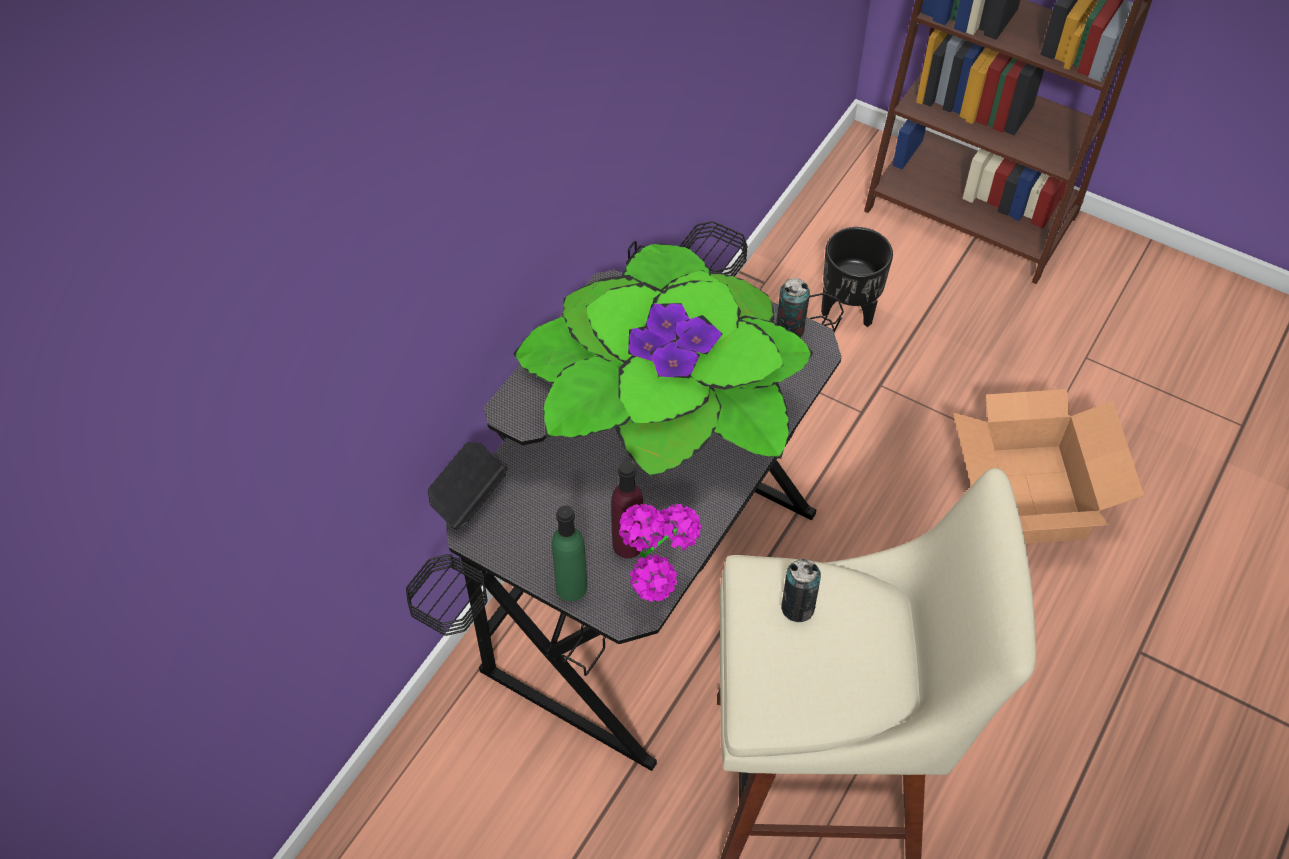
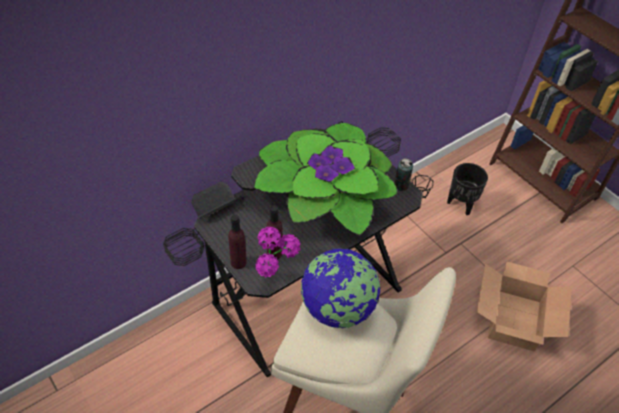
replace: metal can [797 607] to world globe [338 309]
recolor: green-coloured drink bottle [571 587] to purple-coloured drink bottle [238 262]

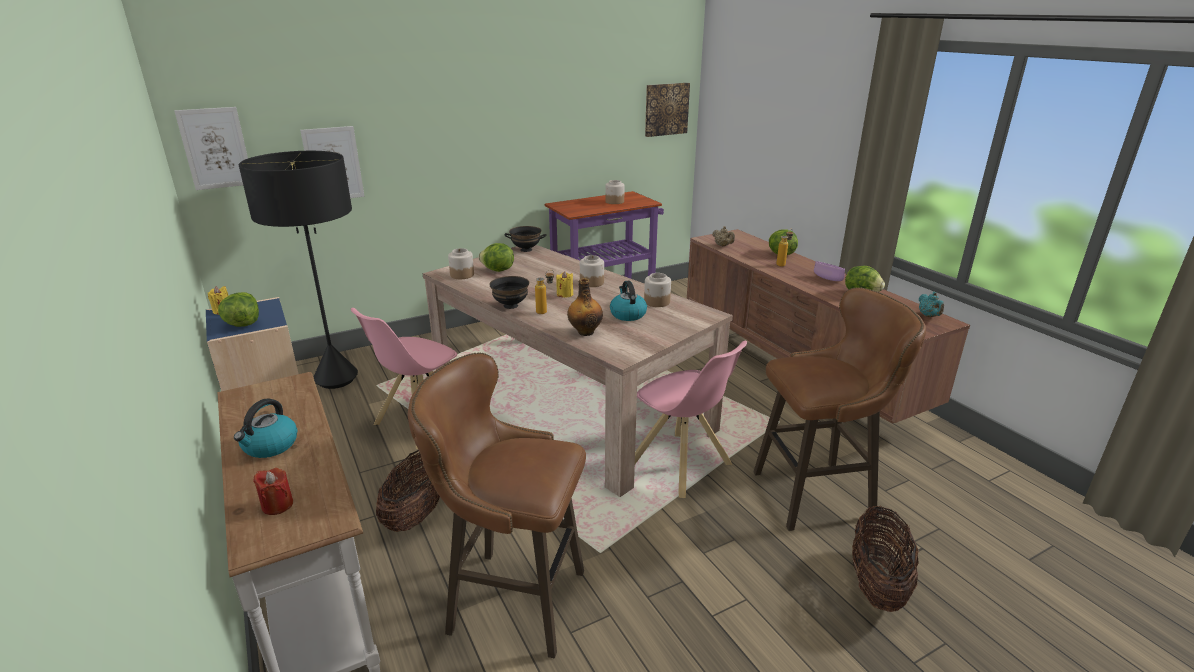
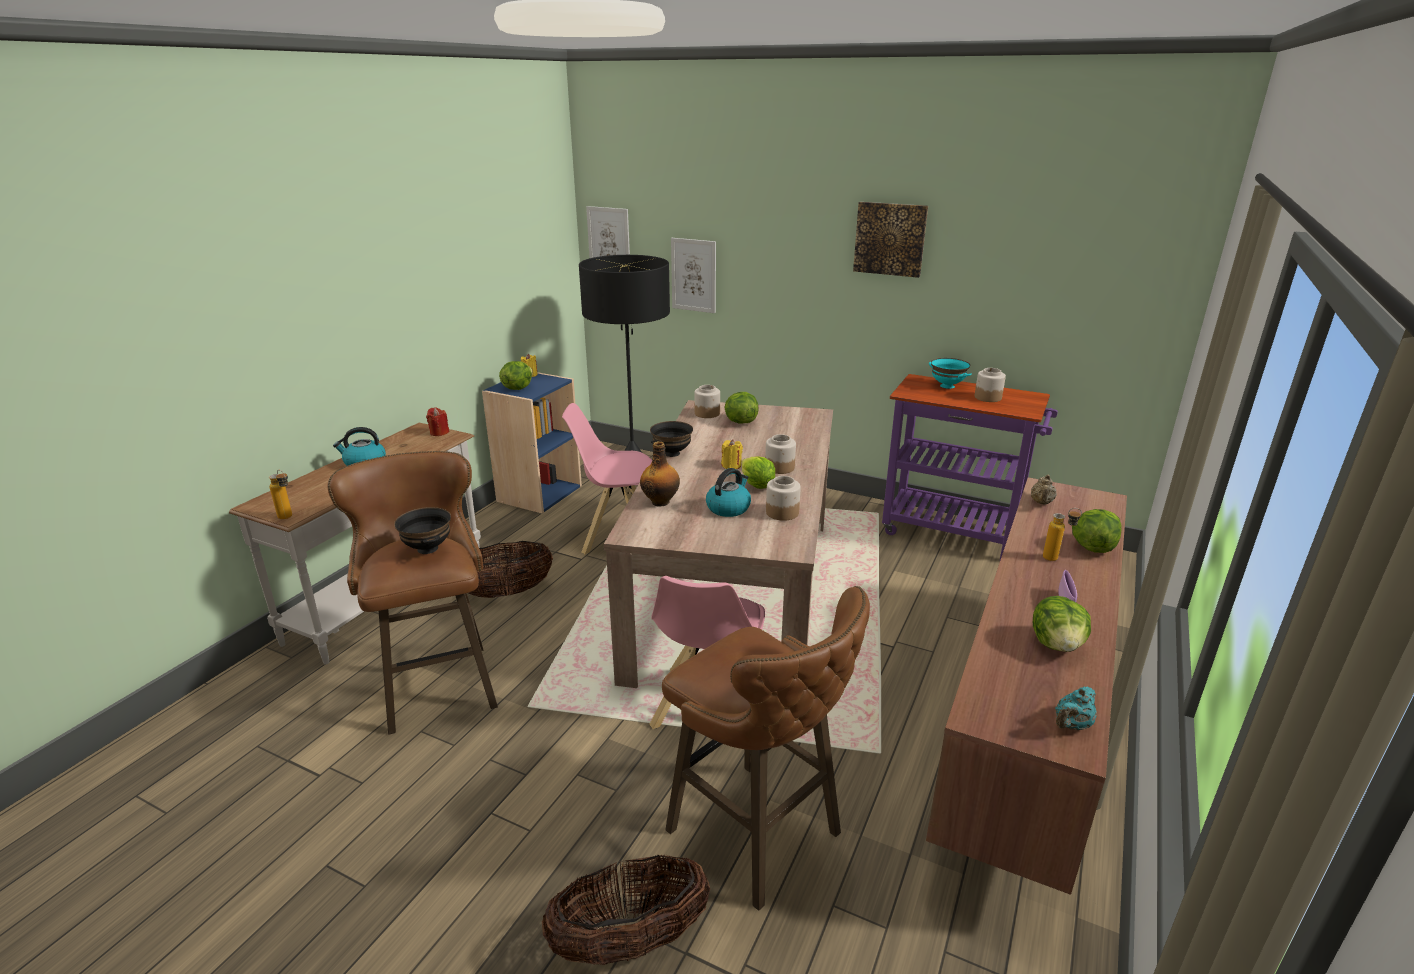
insert: blue-green bowl [947 386]; lettuce head [757 486]
move: wall art [666 109] to [890 239]; black bowl [526 250] to [427 549]; drink bottle [545 311] to [288 518]; reddish wax light [277 505] to [439 432]

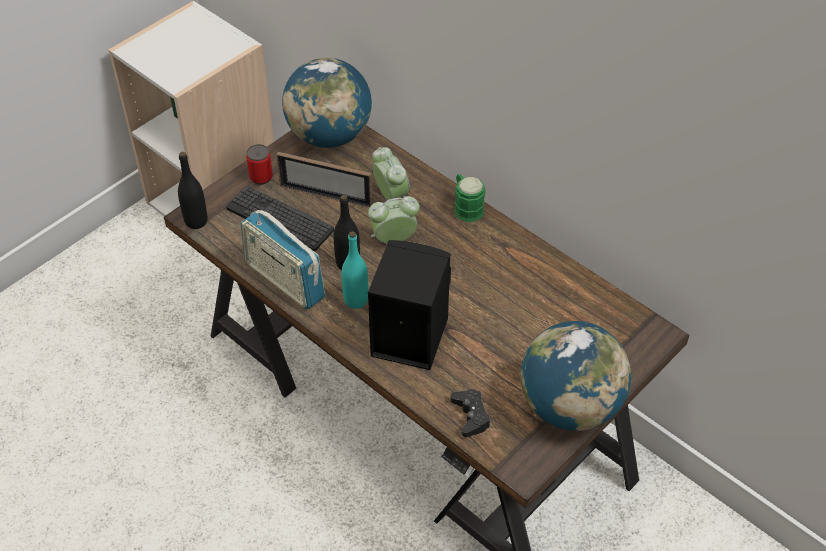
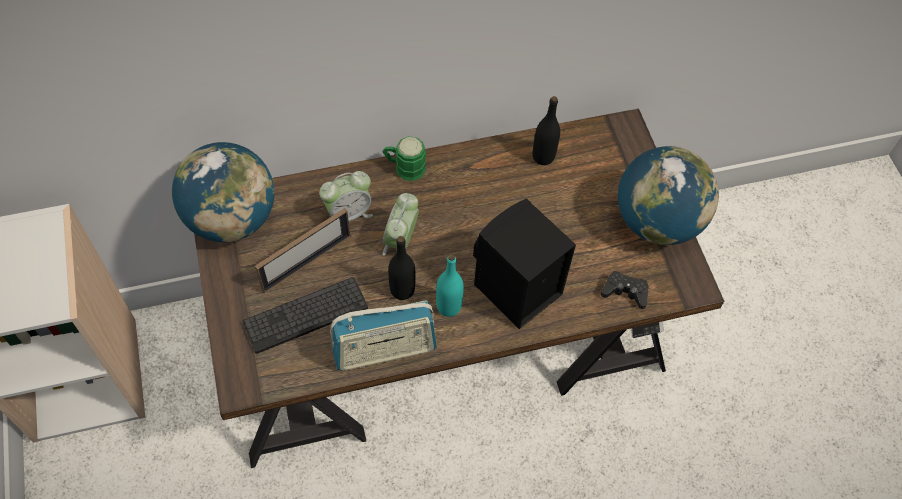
delete: metal can [261 177]
move: black drink bottle [196 221] to [543 157]
rotate: bedside clock [391 196] = [348 213] 150 degrees clockwise

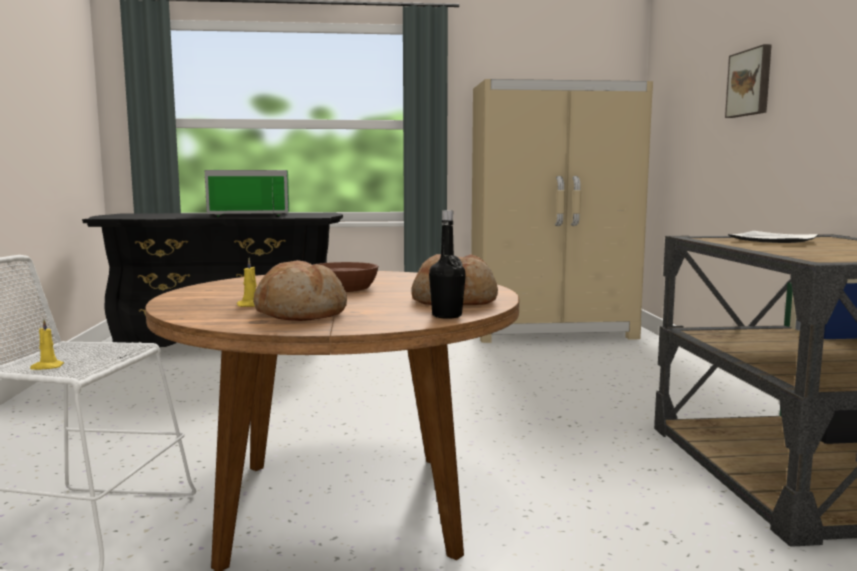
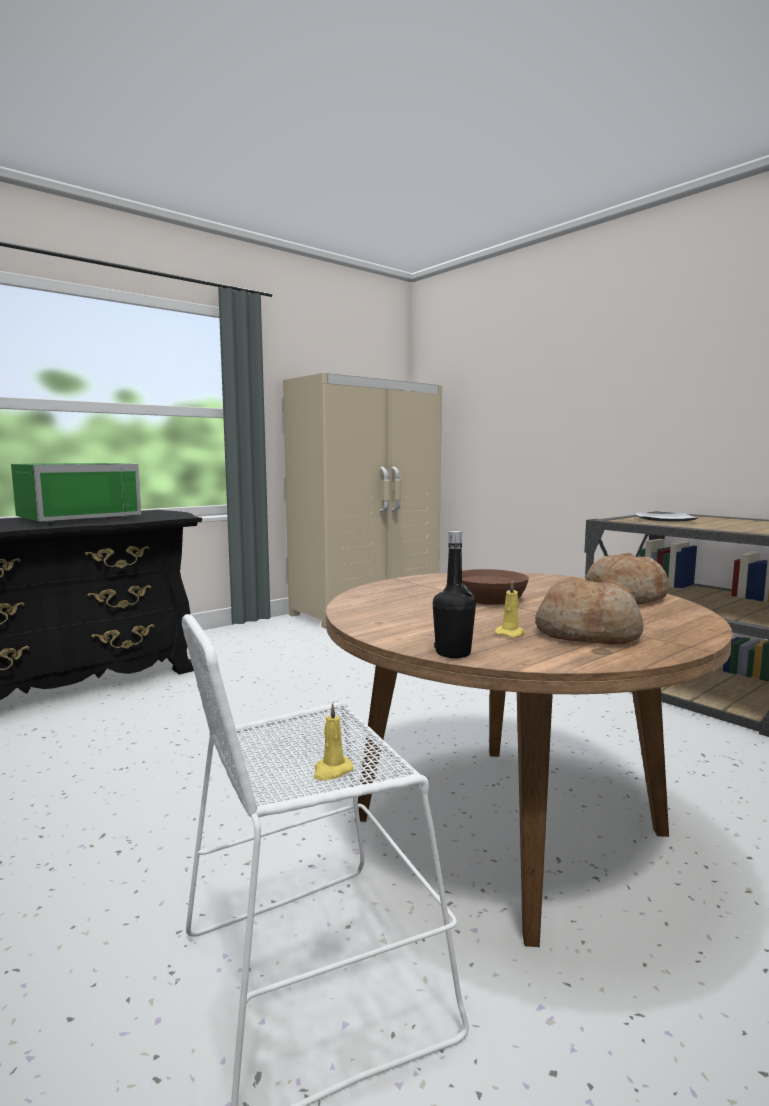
delete: wall art [750 83]
move: black drink bottle [447 315] to [453 653]

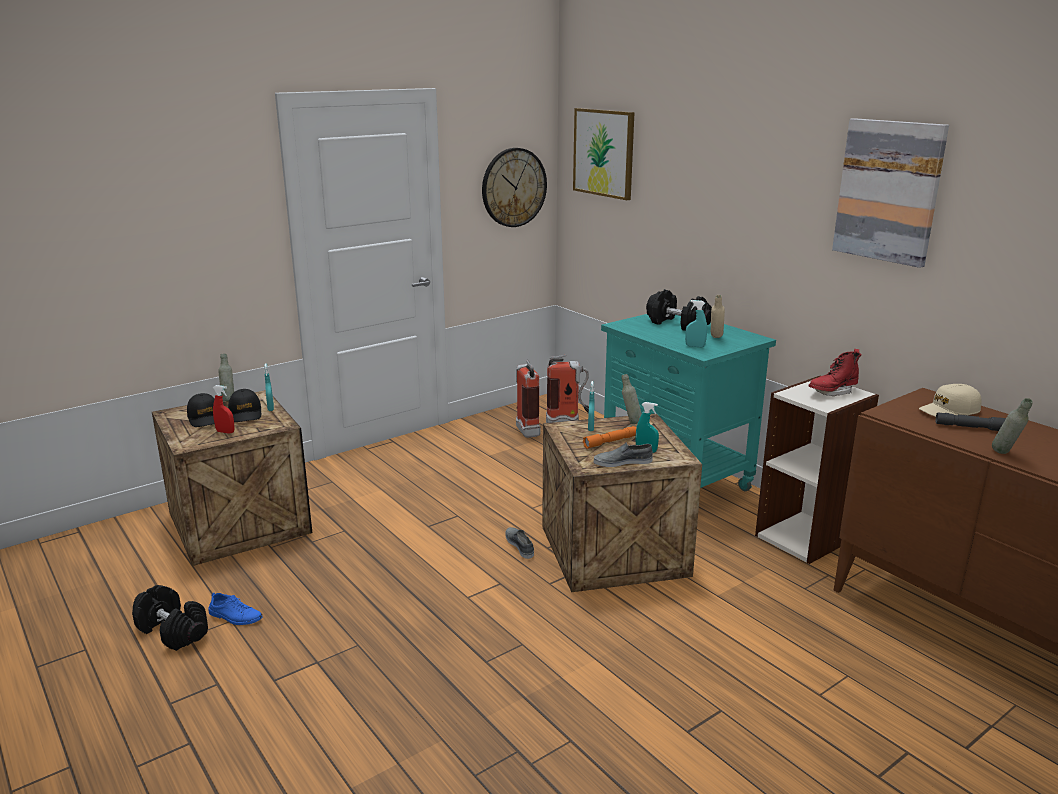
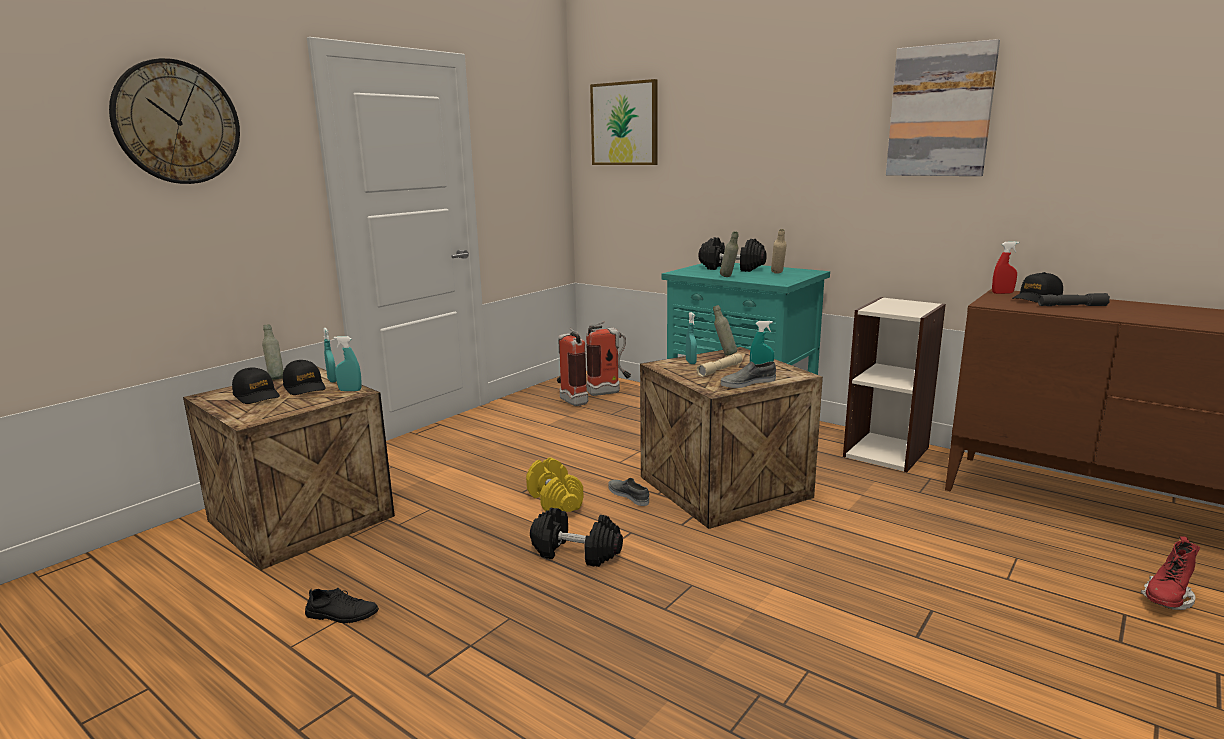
insert: yellow-coloured dumbbell [555 501]
move: clock on the wall [513 187] to [177 122]; blue-green sprayer [695 346] to [350 390]; reddish boot [832 392] to [1166 599]; reddish sprayer [225 432] to [1002 293]; greyish drink bottle [1005 455] to [729 277]; black dumbbell [173 631] to [577 552]
recolor: sand-coloured cap [949 411] to black cap [1037 299]; orange-coloured flashlight [610 442] to sand-coloured flashlight [720 370]; blue-coloured shoe [235 616] to black shoe [342 614]

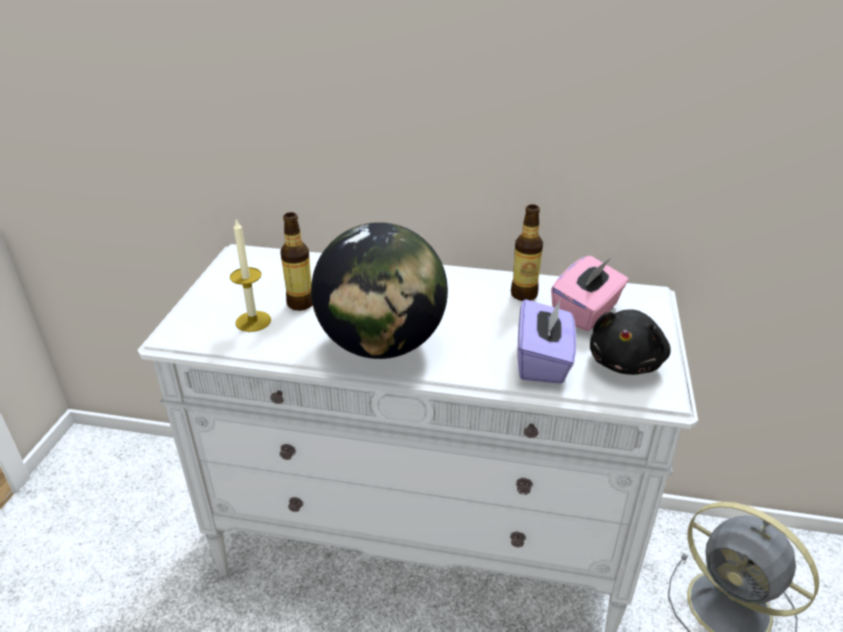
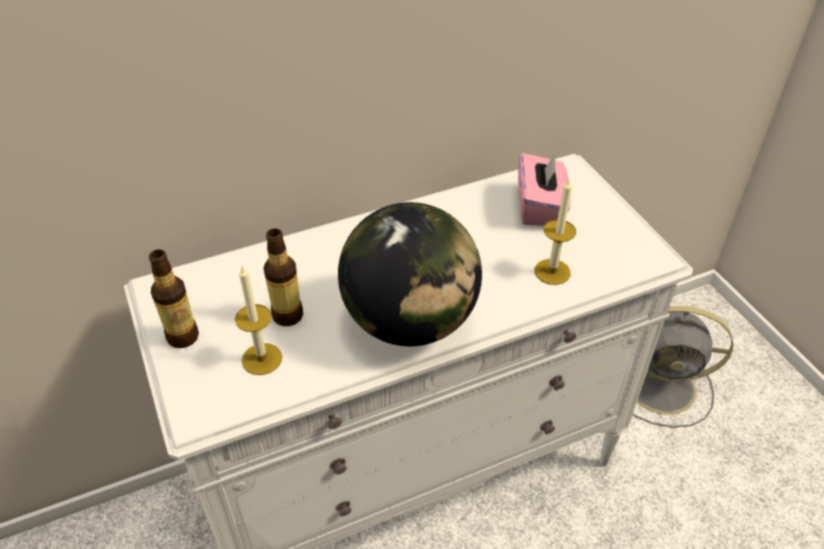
delete: black cuddly toy [626 362]
move: drink bottle [524 294] to [183 337]
replace: purple-coloured box of tissues [543 361] to wax light [552 272]

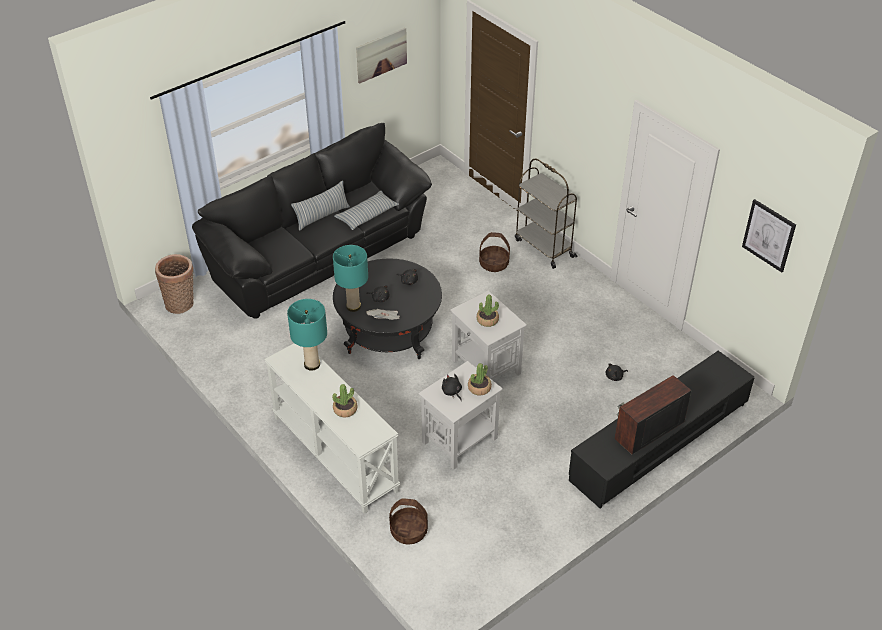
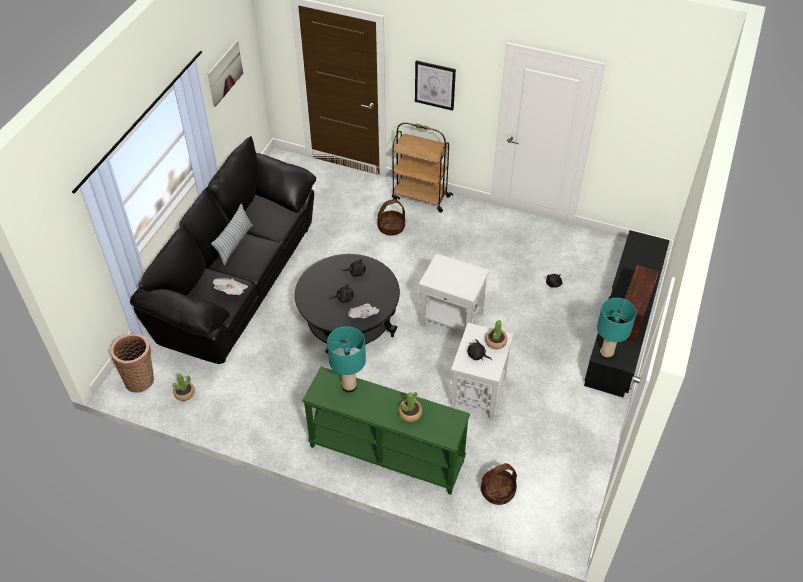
delete: pillow [367 215]
insert: daily paper [232 292]
move: wall art [769 235] to [435 85]; blue-green lamp for a table [353 306] to [606 353]; potted plant [487 320] to [184 393]
recolor: greyish cart [543 248] to brown-coloured cart [420 197]; white console table [333 454] to green-coloured console table [386 454]

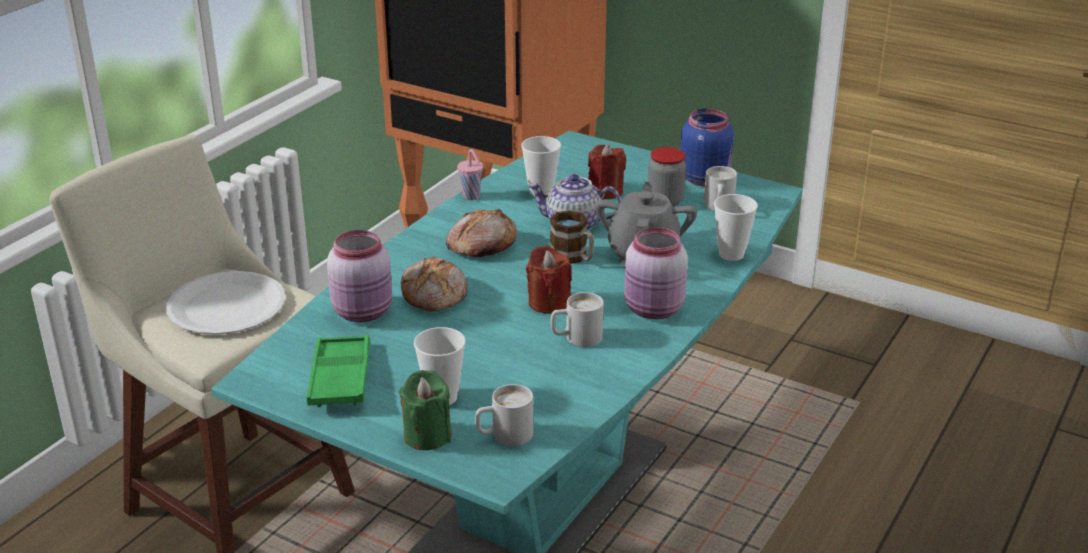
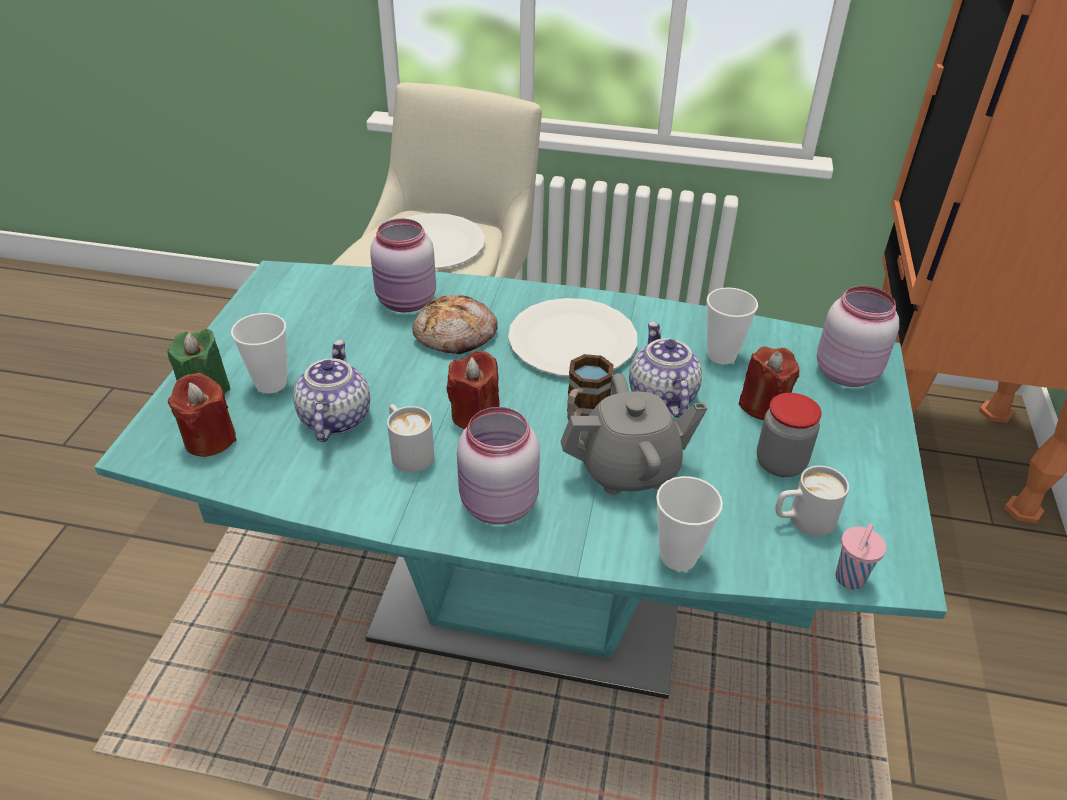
delete: blue-coloured preserve jar [705 178]; green-coloured serving tray [340 378]
insert: pink preserve jar [845 371]; teapot [334 418]
move: pink small cup [472 197] to [849 580]
replace: bakery bread [481 245] to white dinner plate [572 340]; white tea mug [504 436] to reddish wax light [210 439]

